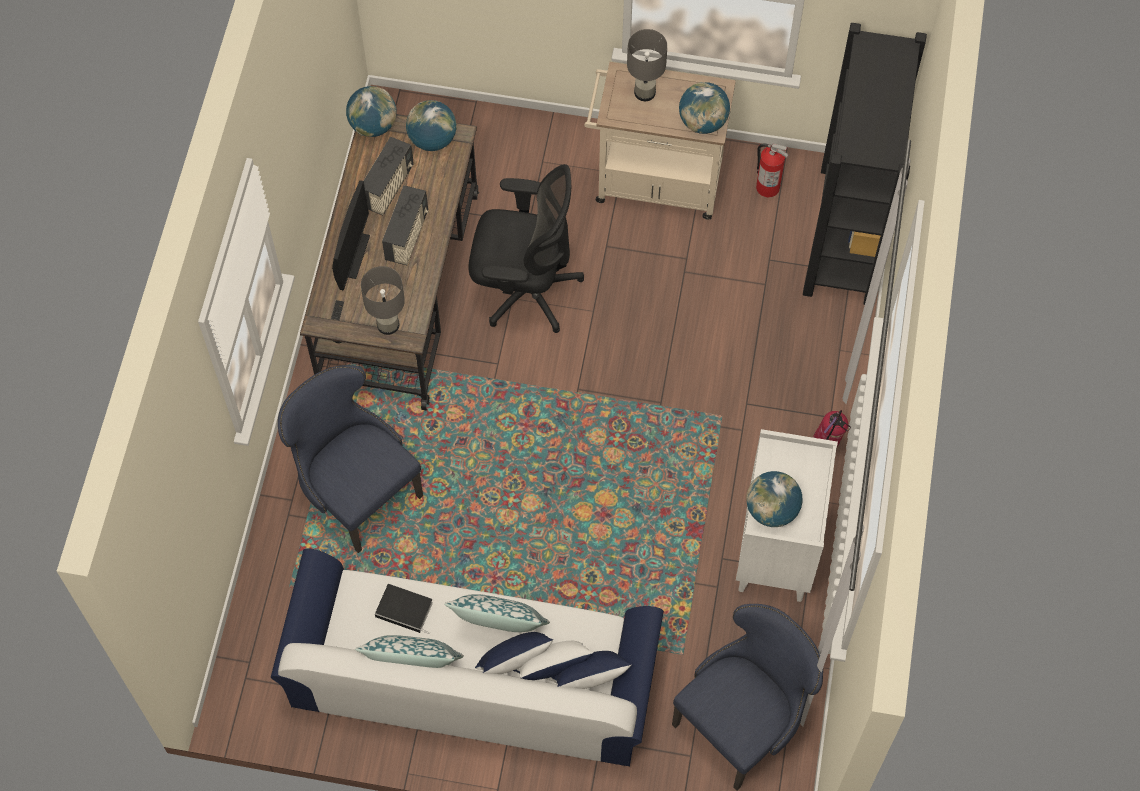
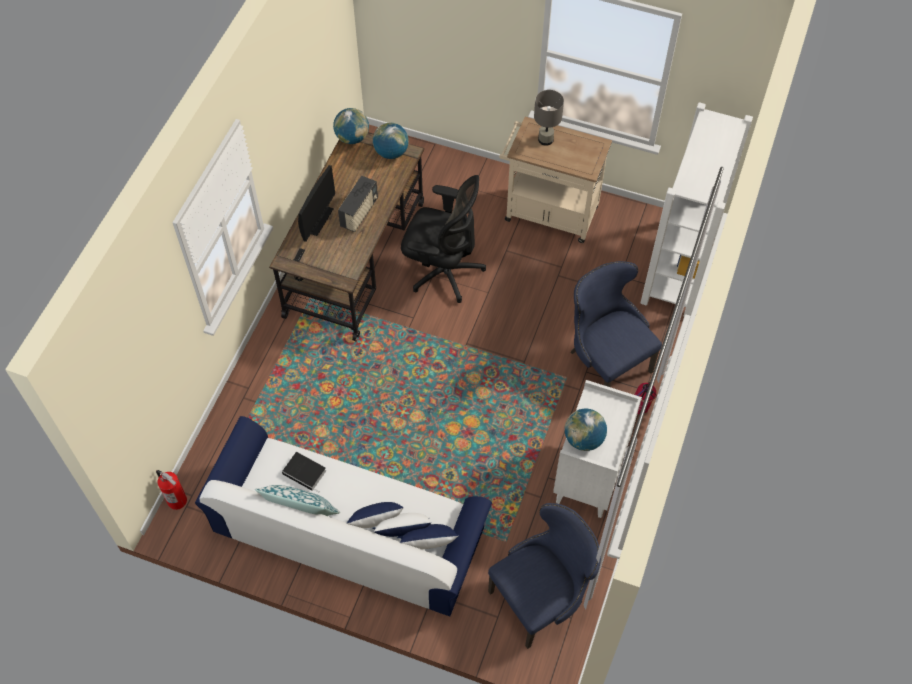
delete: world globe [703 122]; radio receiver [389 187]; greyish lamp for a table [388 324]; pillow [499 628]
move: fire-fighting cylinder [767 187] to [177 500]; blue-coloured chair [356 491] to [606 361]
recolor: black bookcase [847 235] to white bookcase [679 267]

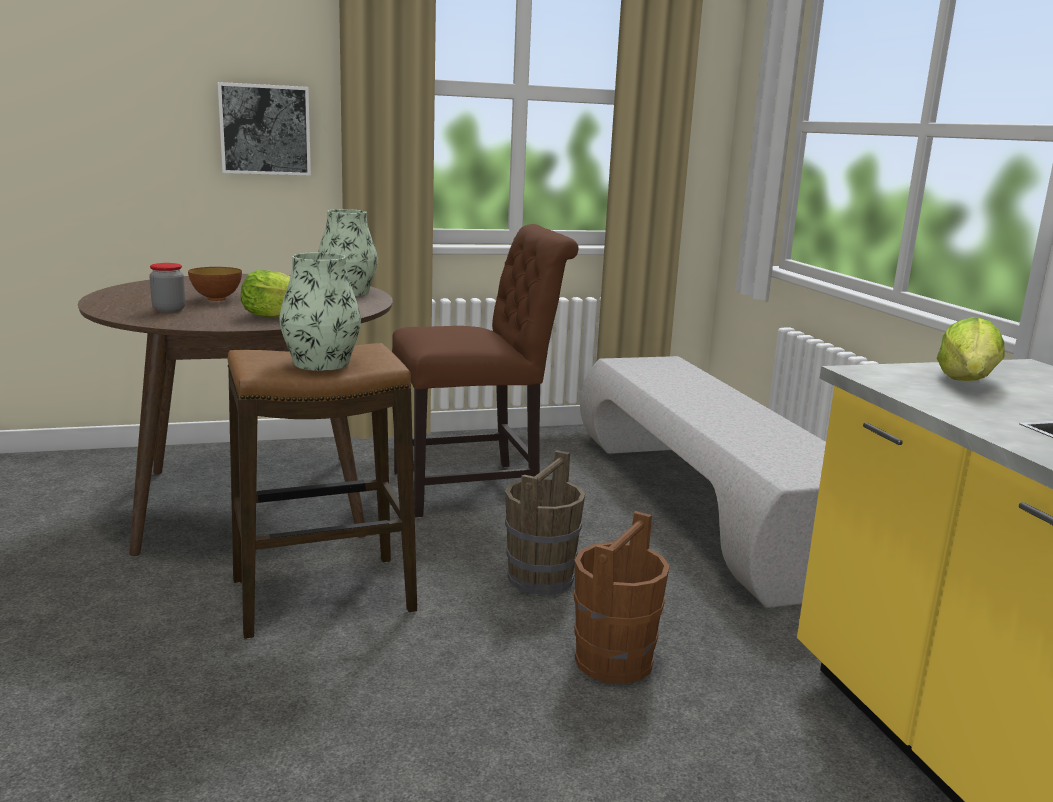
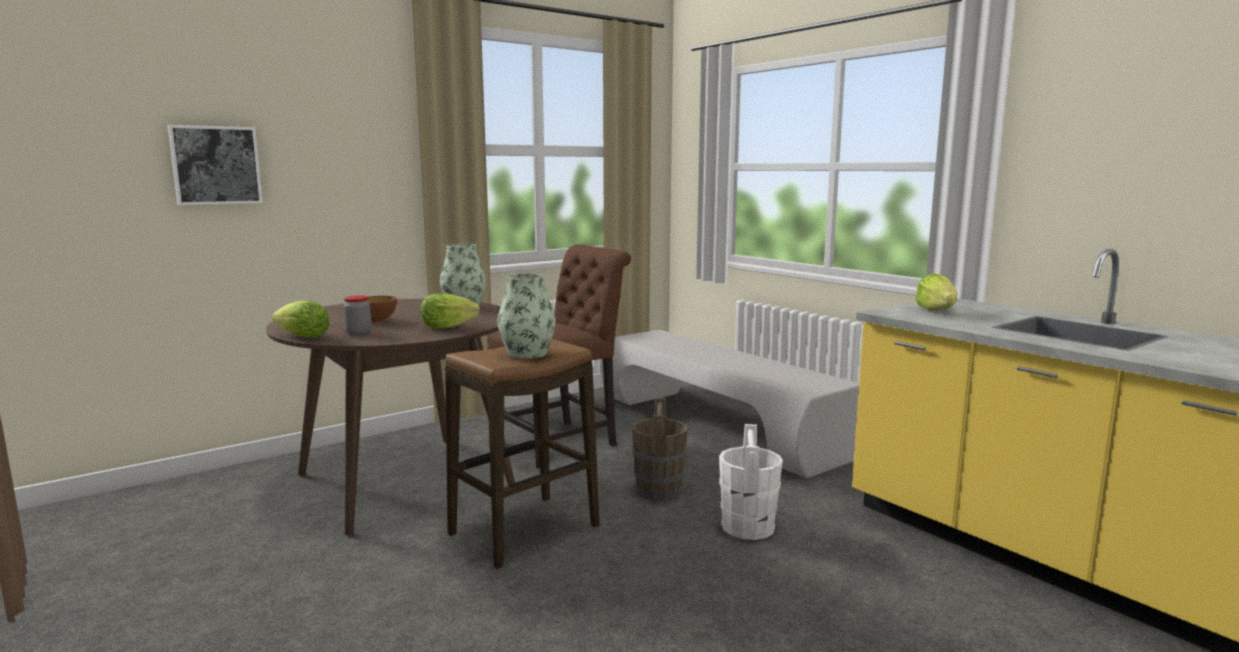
insert: lettuce head [303 337]
move: wall art [265 129] to [216 165]
recolor: brown-coloured pail [614 660] to white pail [748 526]

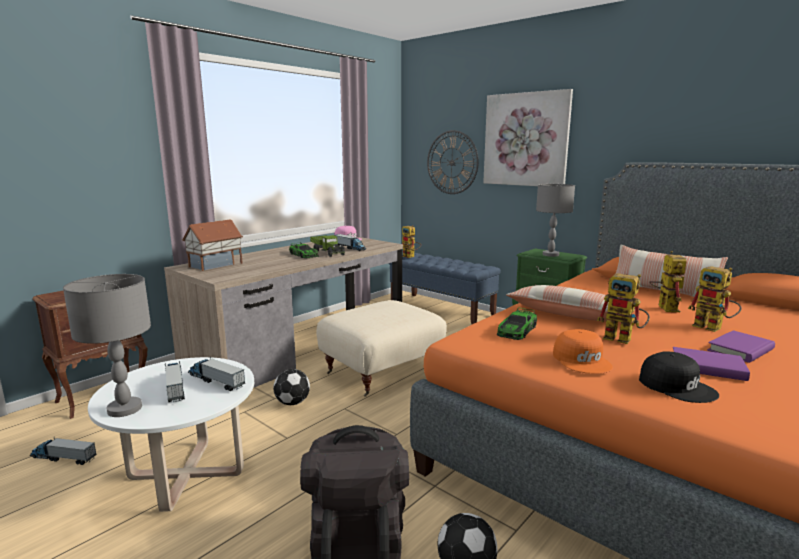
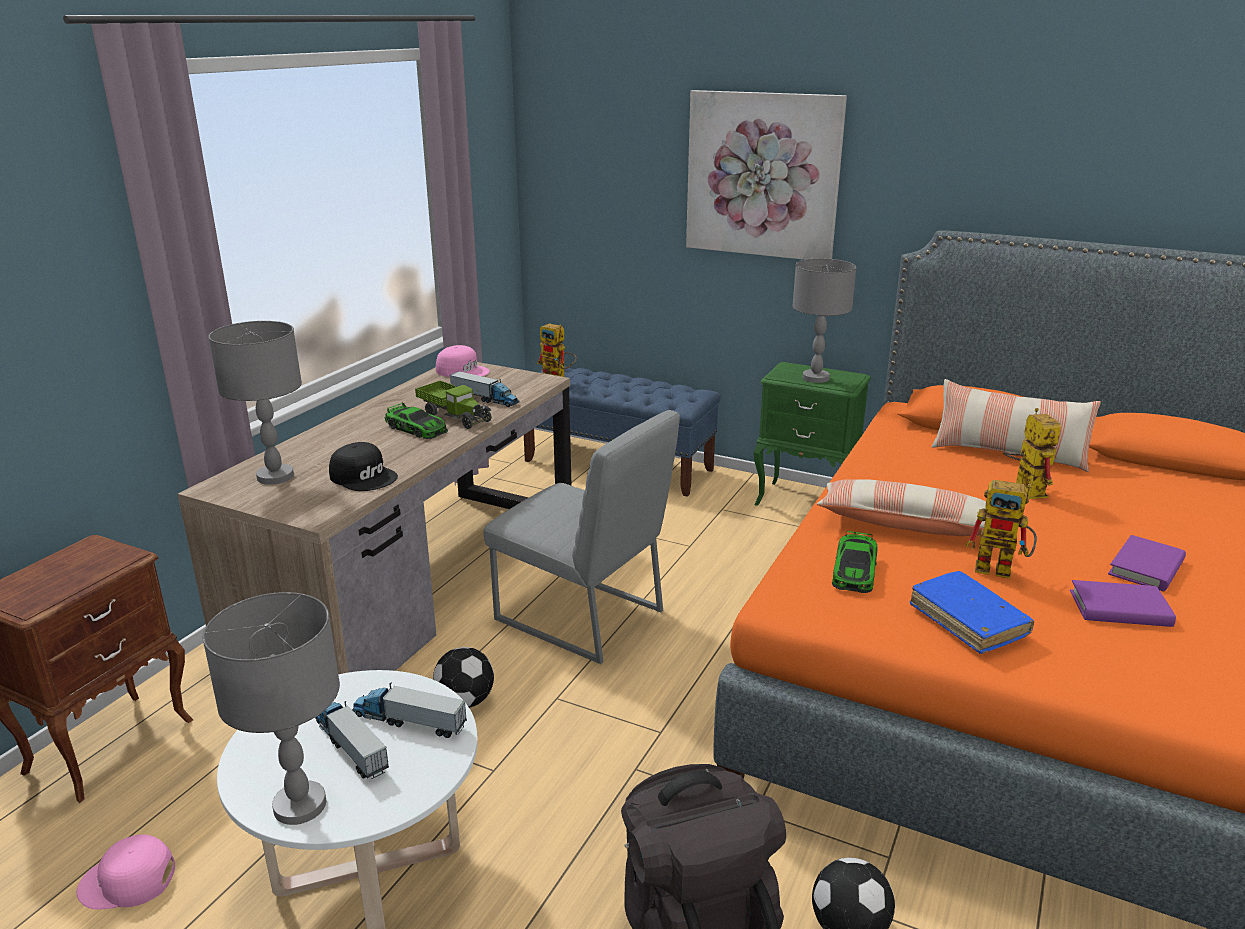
delete: clock on the wall [452 162]; model robot [713 328]
move: black cap [677 386] to [364 476]
replace: toy house [216 265] to greyish lamp for a table [276 477]; sand-coloured pouffe [382 372] to greyish chair [582 617]; orange-coloured cap [582 360] to blue-coloured book [968 621]; toy truck [63 458] to pink cap [127 881]

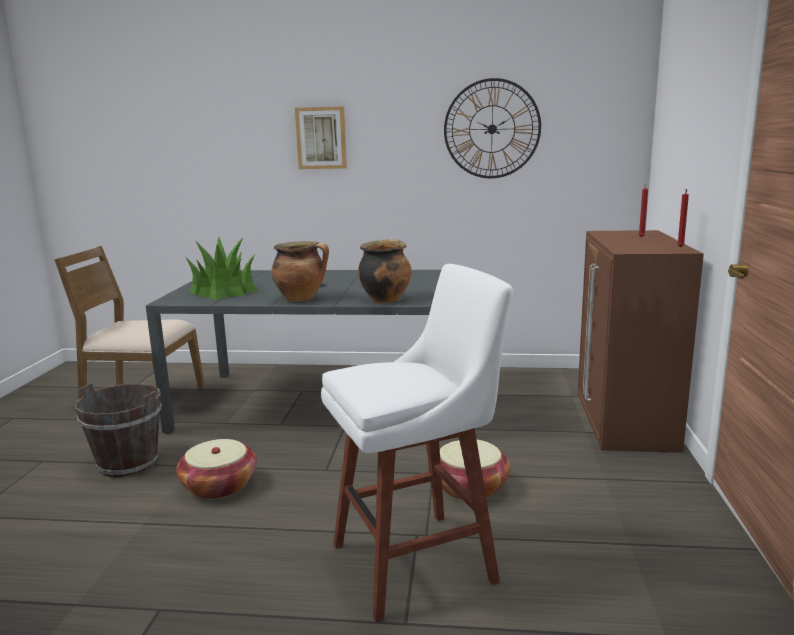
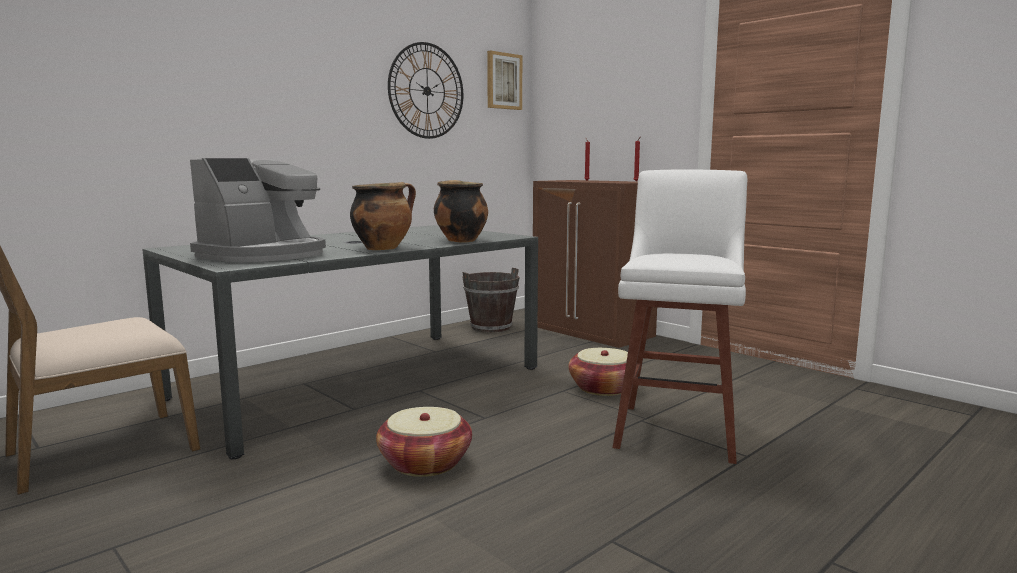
move: wall art [321 138] to [503 81]; brown-coloured pail [128 464] to [491 327]
replace: potted plant [223 291] to coffee maker [265 255]

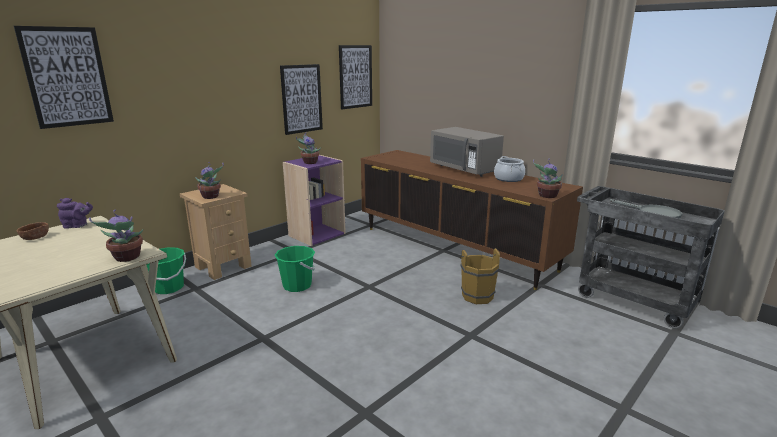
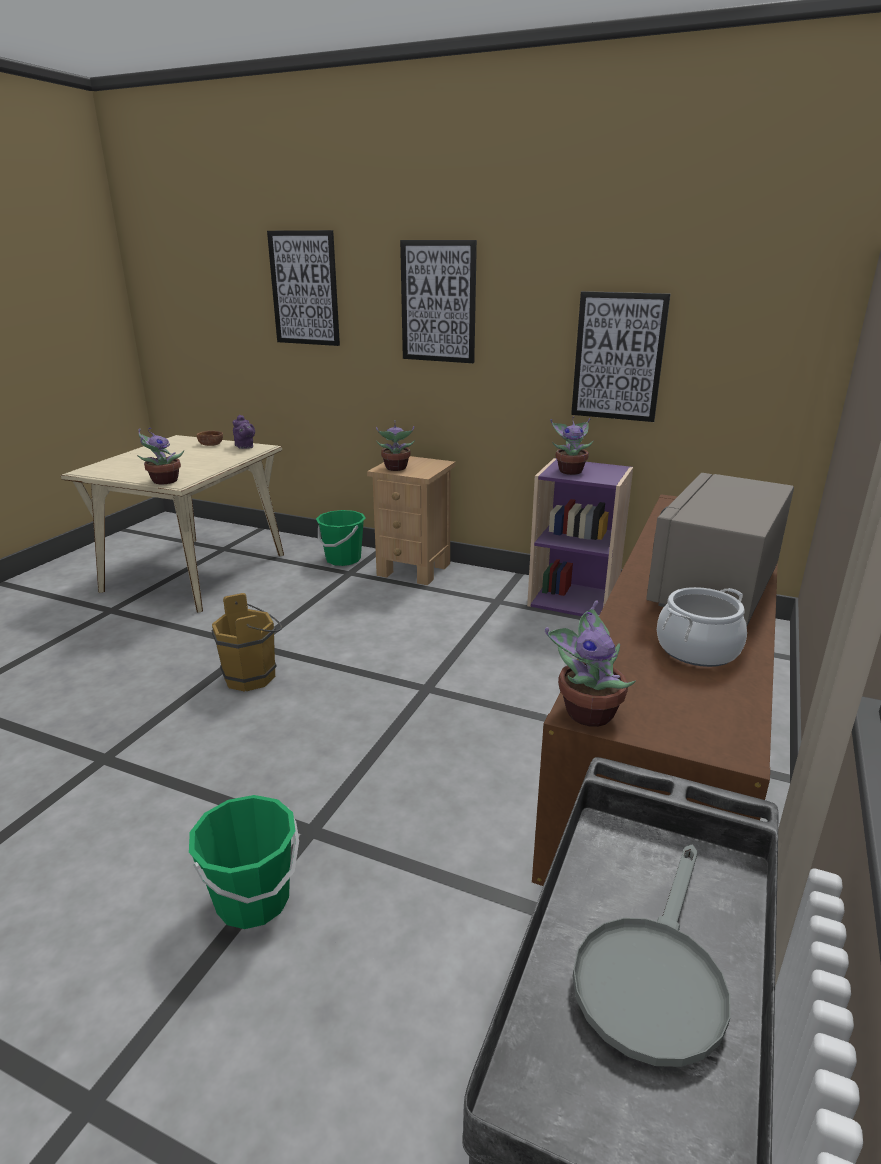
move: wall art [355 77] to [438 302]; green-coloured pail [297 286] to [253 900]; brown-coloured pail [476 295] to [254 676]

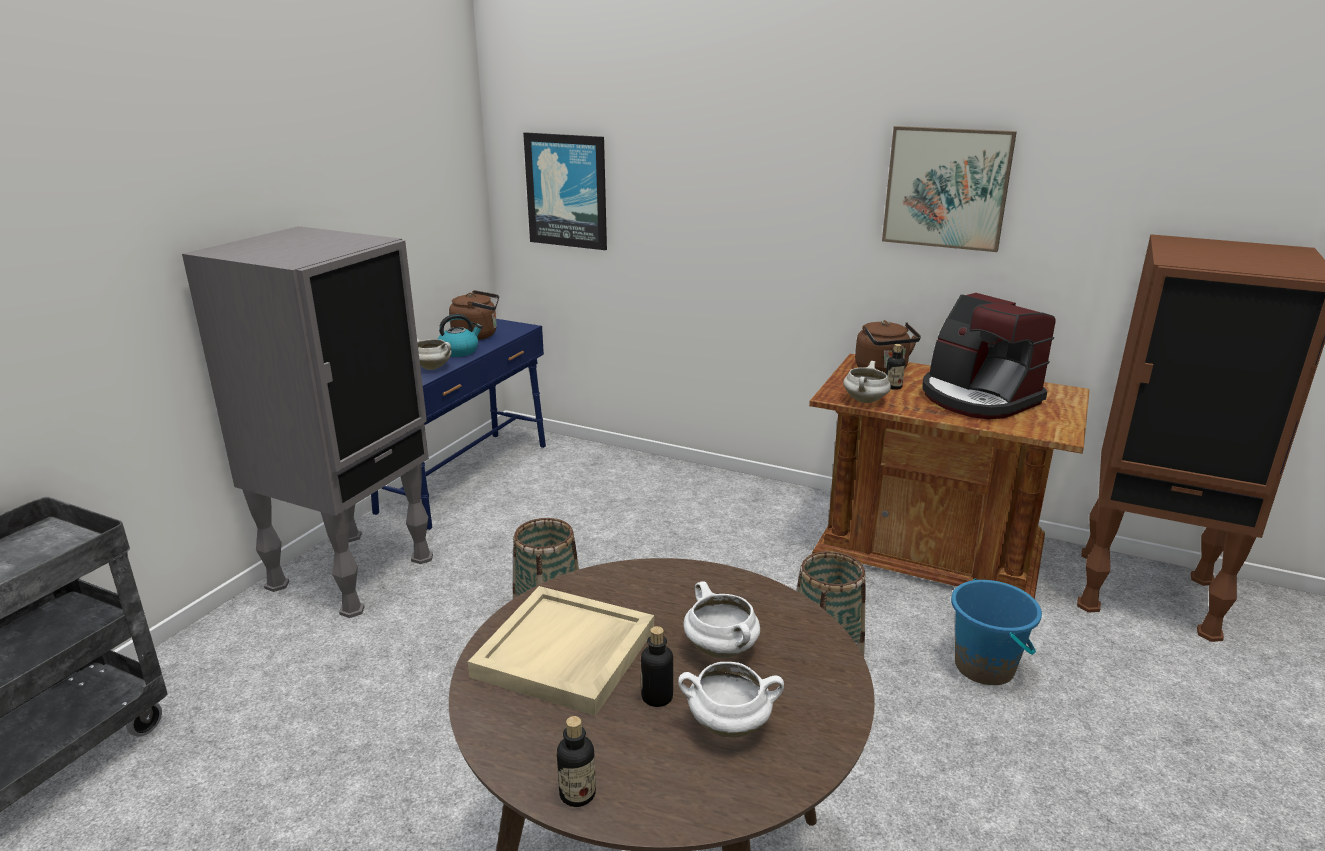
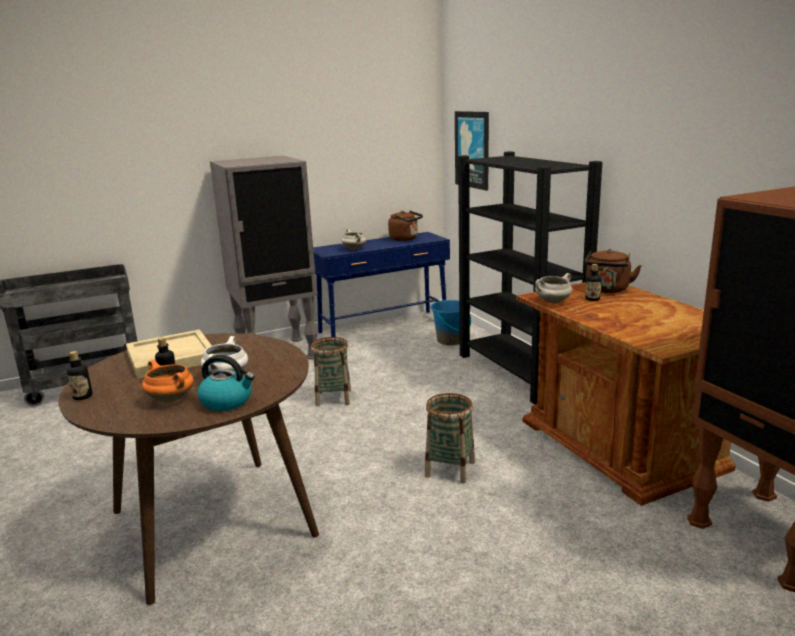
delete: wall art [946 188]; coffee maker [977 398]
insert: black bookcase [519 372]
move: water kettle [459 351] to [227 401]; blue-coloured pail [985 667] to [451 340]
recolor: white cooking pot [730 725] to orange-coloured cooking pot [172 399]

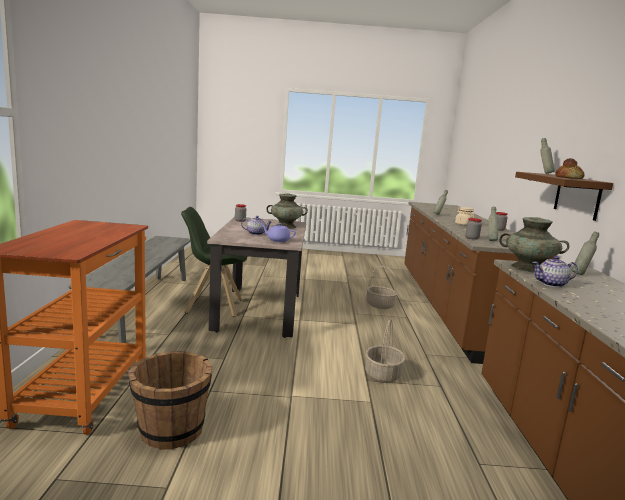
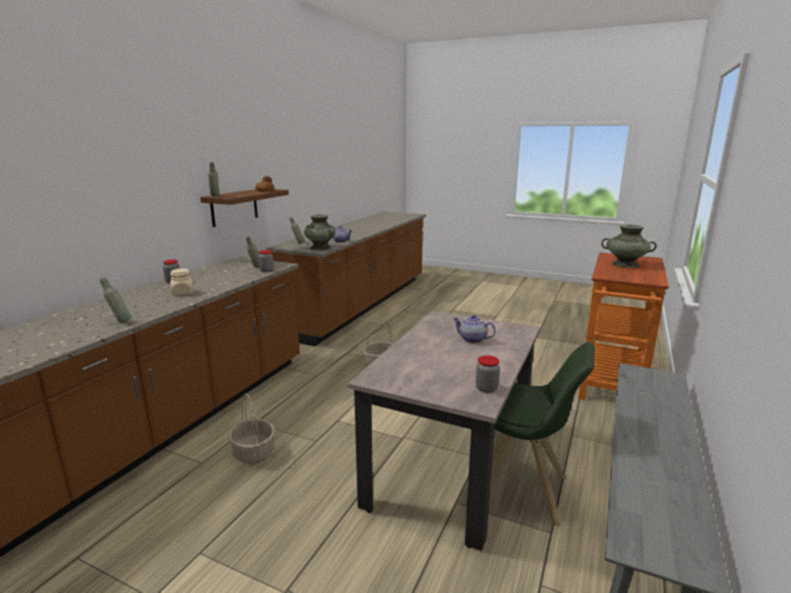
delete: purple-coloured teapot [277 240]; brown-coloured pail [171 431]
move: blue-green flower vase [286 226] to [625 264]

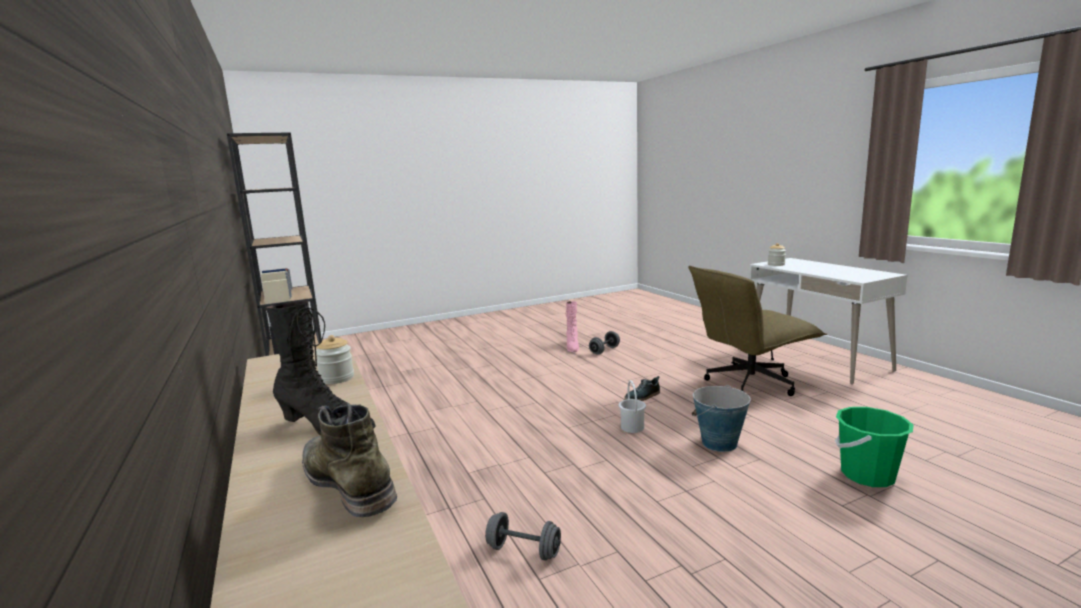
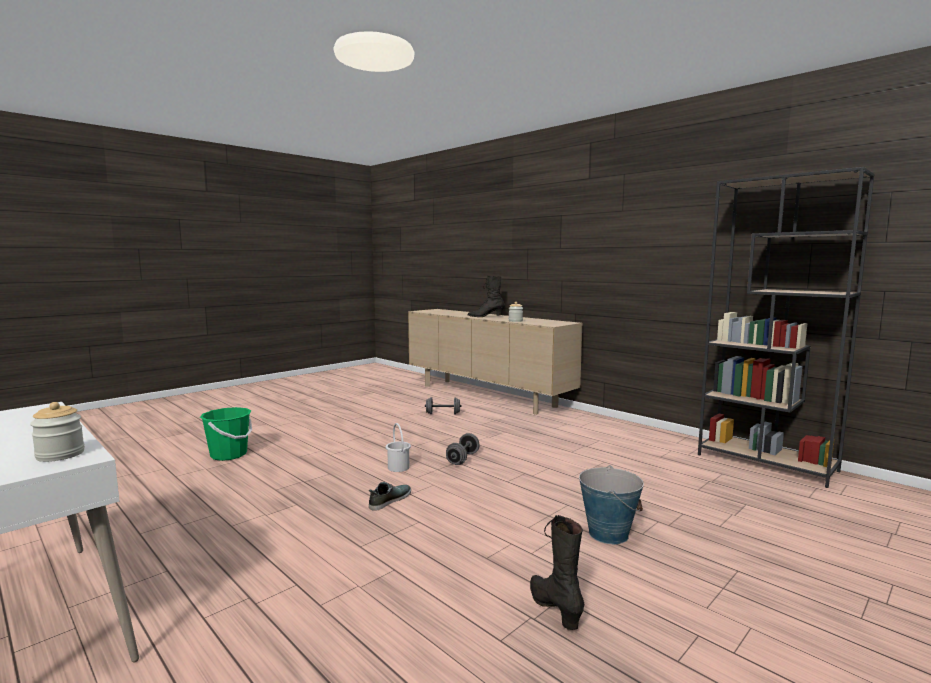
delete: sand-coloured desk chair [751 383]; green-coloured boot [347 482]
move: greyish dumbbell [604 350] to [463 459]; pail [719 443] to [608 534]
recolor: pink boot [572 347] to black boot [554 608]

